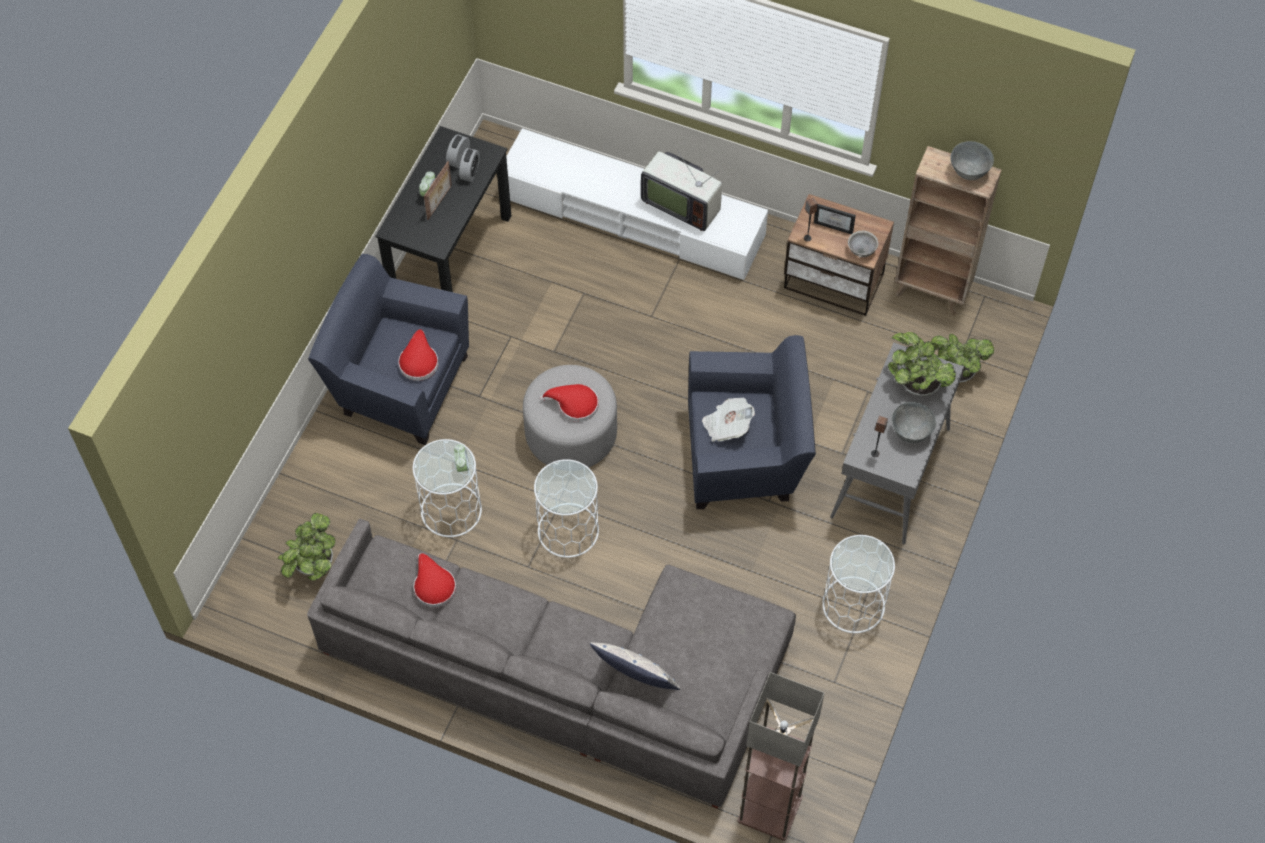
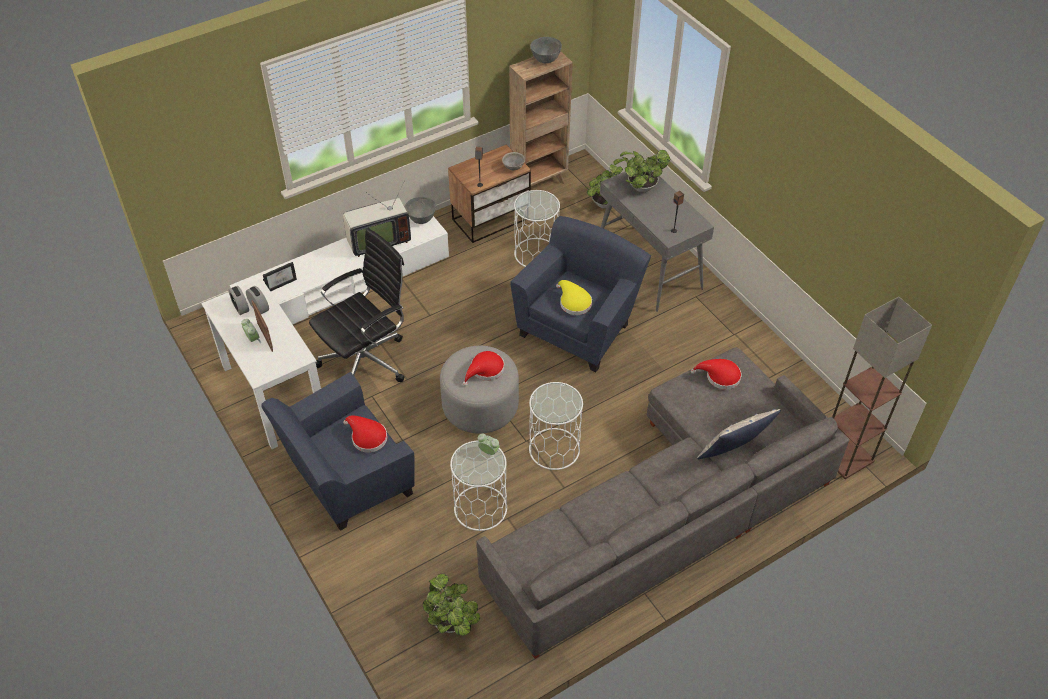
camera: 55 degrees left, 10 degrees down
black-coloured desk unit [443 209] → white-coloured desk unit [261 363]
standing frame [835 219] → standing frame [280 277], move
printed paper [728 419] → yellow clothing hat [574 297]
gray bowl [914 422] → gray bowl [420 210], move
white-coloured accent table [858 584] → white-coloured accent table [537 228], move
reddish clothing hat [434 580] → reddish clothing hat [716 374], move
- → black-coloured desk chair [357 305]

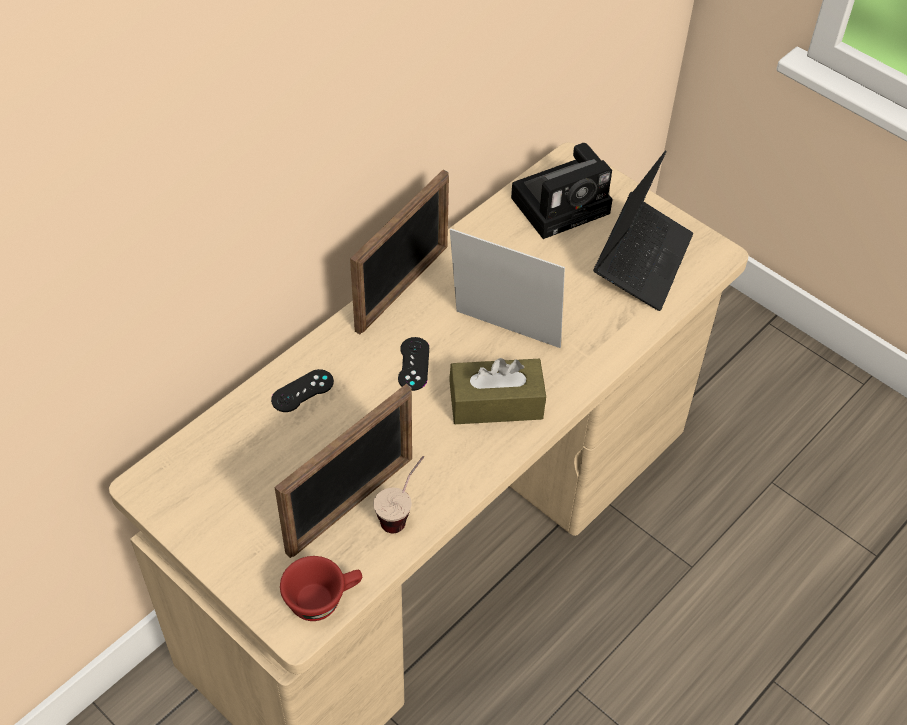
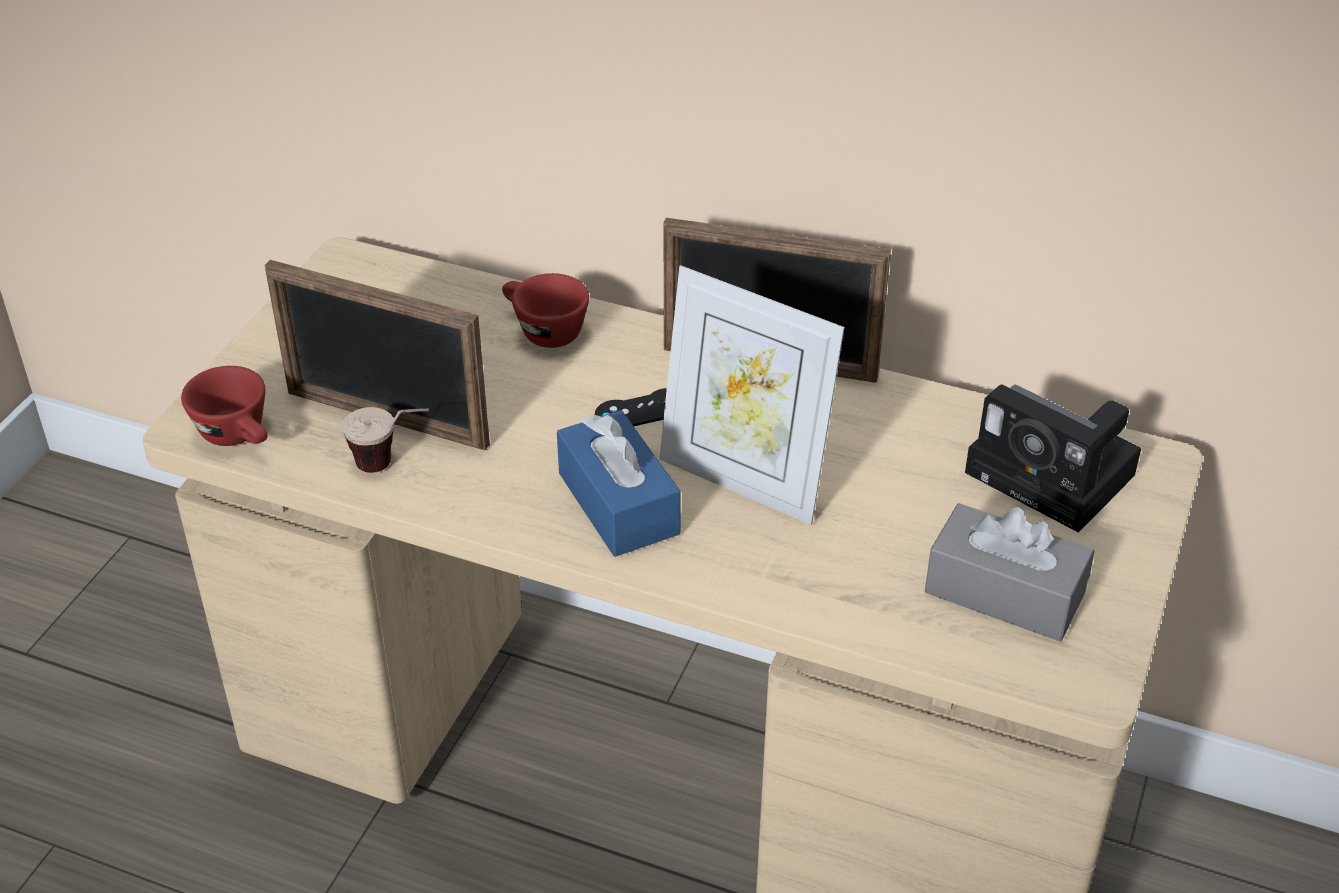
camera: 70 degrees right, 10 degrees down
laptop [643 230] → gray tissue holder [1010 572]
standing frame [507 288] → standing frame [752 395], 120 degrees clockwise
brownish tissue holder [497 391] → bluish tissue holder [619 483]
black-coloured joypad [302 390] → reddish cup [545 310]

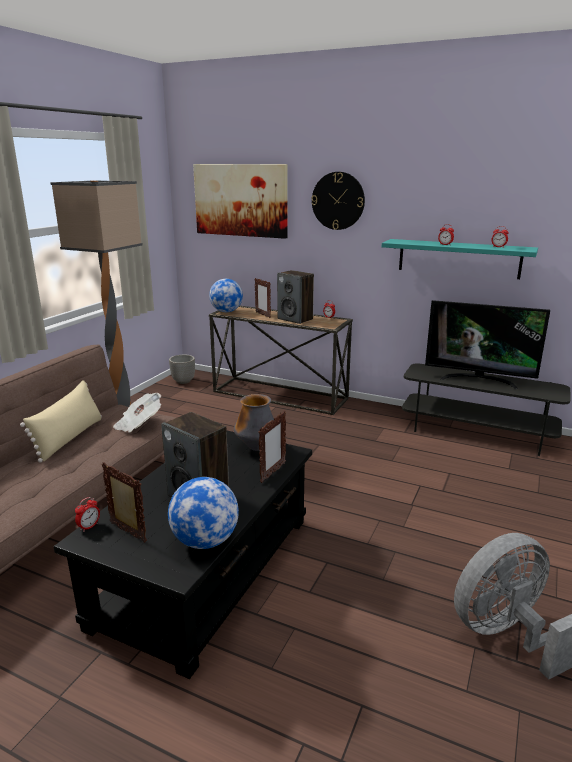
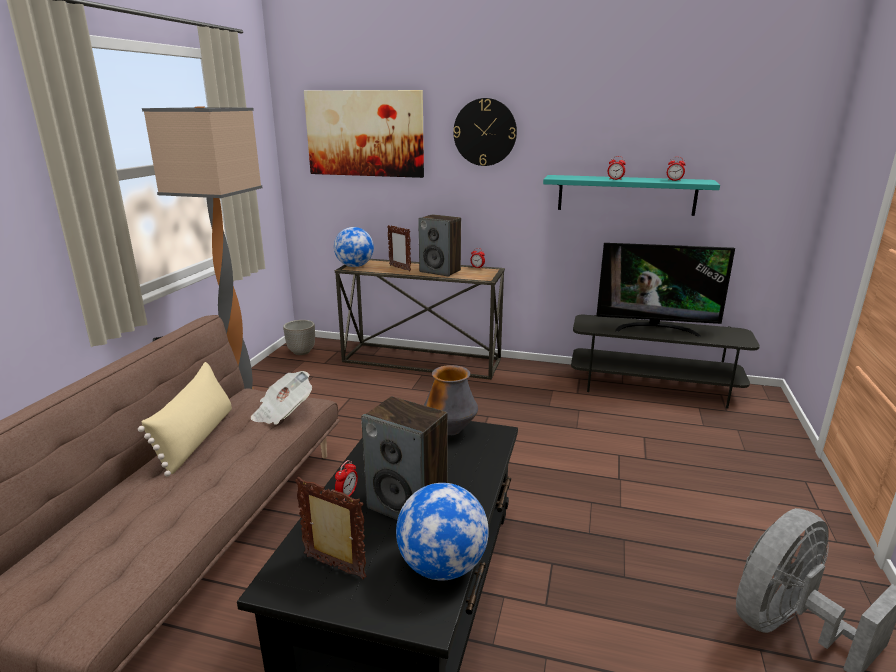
camera: 10 degrees left, 0 degrees up
standing frame [272 447] → -
table clock [87 514] → table clock [346 480], move

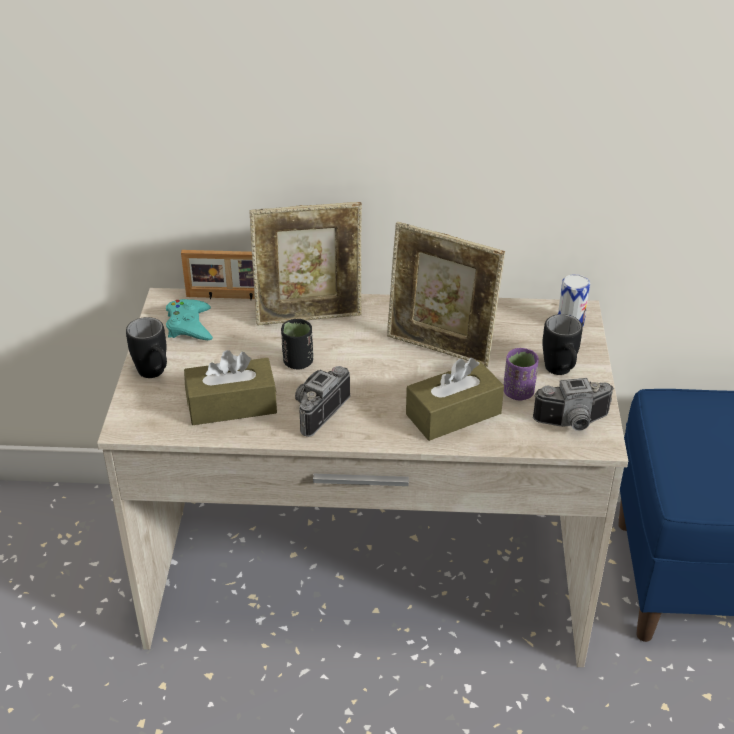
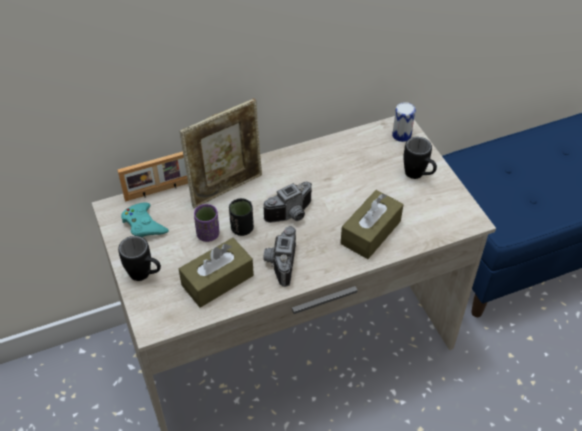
camera: 25 degrees left, 10 degrees up
standing frame [446 294] → -
purplish cup [521 374] → purplish cup [206 223], move
still camera [573 404] → still camera [287 202], move

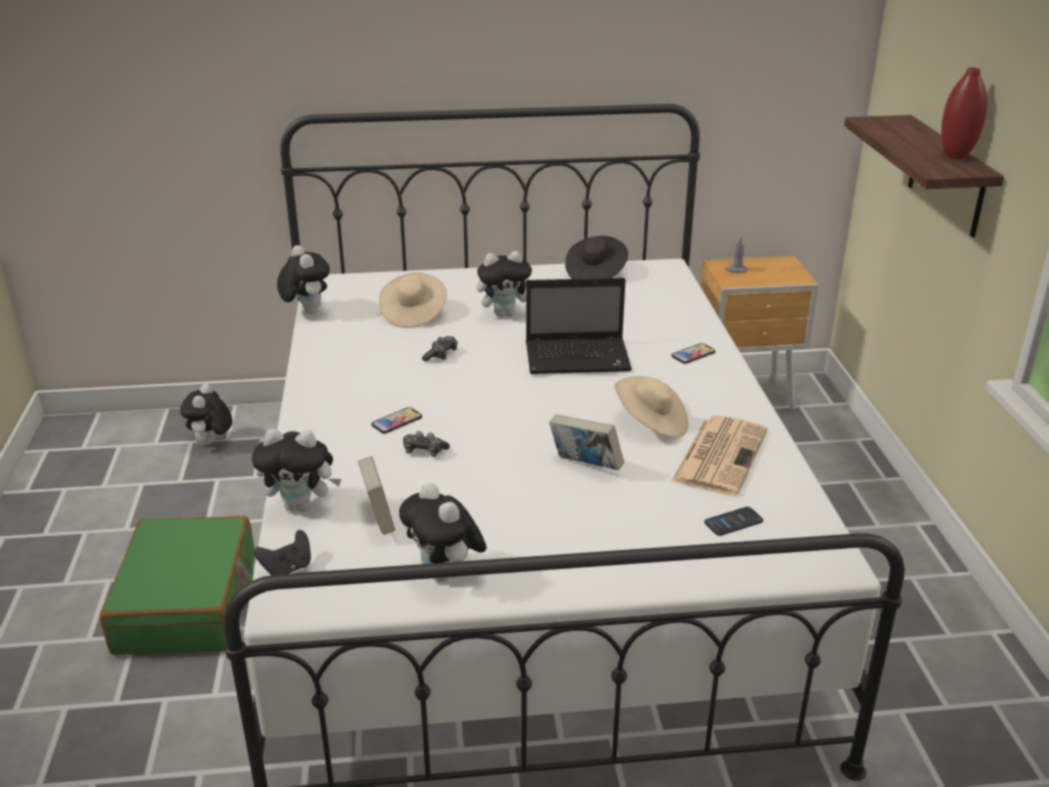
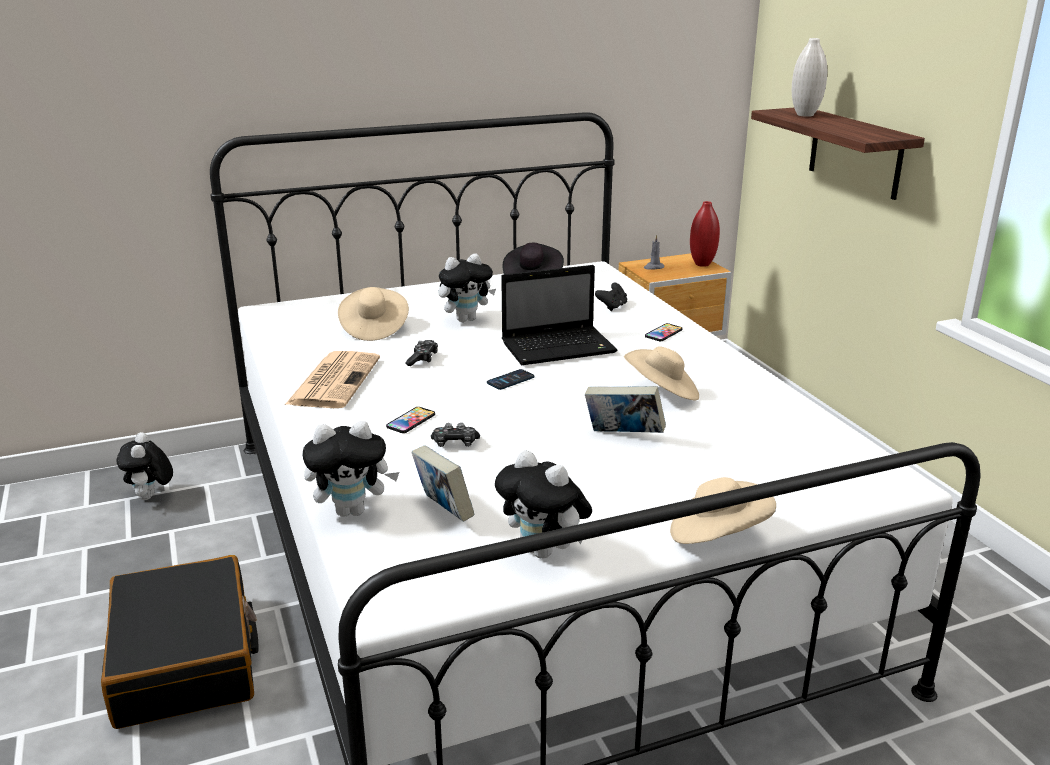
camera: 15 degrees left, 5 degrees down
reddish decorative vase [964 113] → reddish decorative vase [705 234], move
soft toy [303 279] → -
printed paper [719 455] → printed paper [332 379], move
phone [733 521] → phone [510 379], move
green-coloured suitcase [177 585] → black-coloured suitcase [180 642]
black-coloured joypad [282 552] → black-coloured joypad [611 297], move
- → white-coloured decorative vase [809 77]
- → sand-coloured clothing hat [723 510]

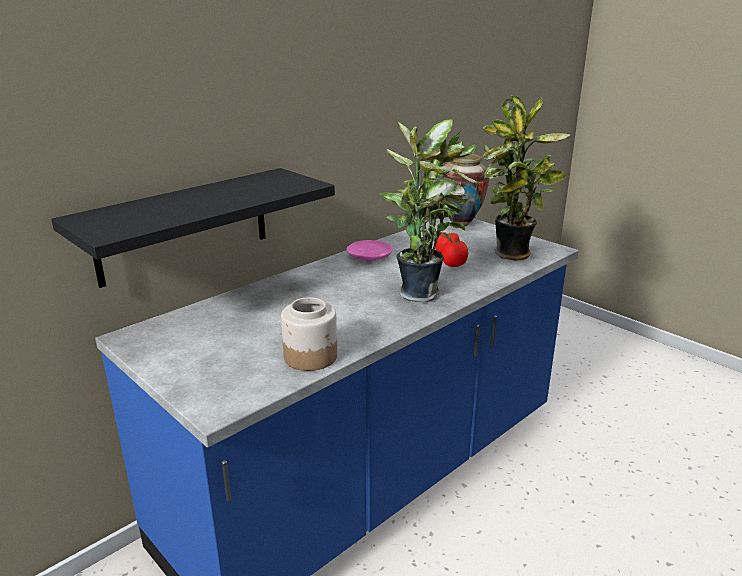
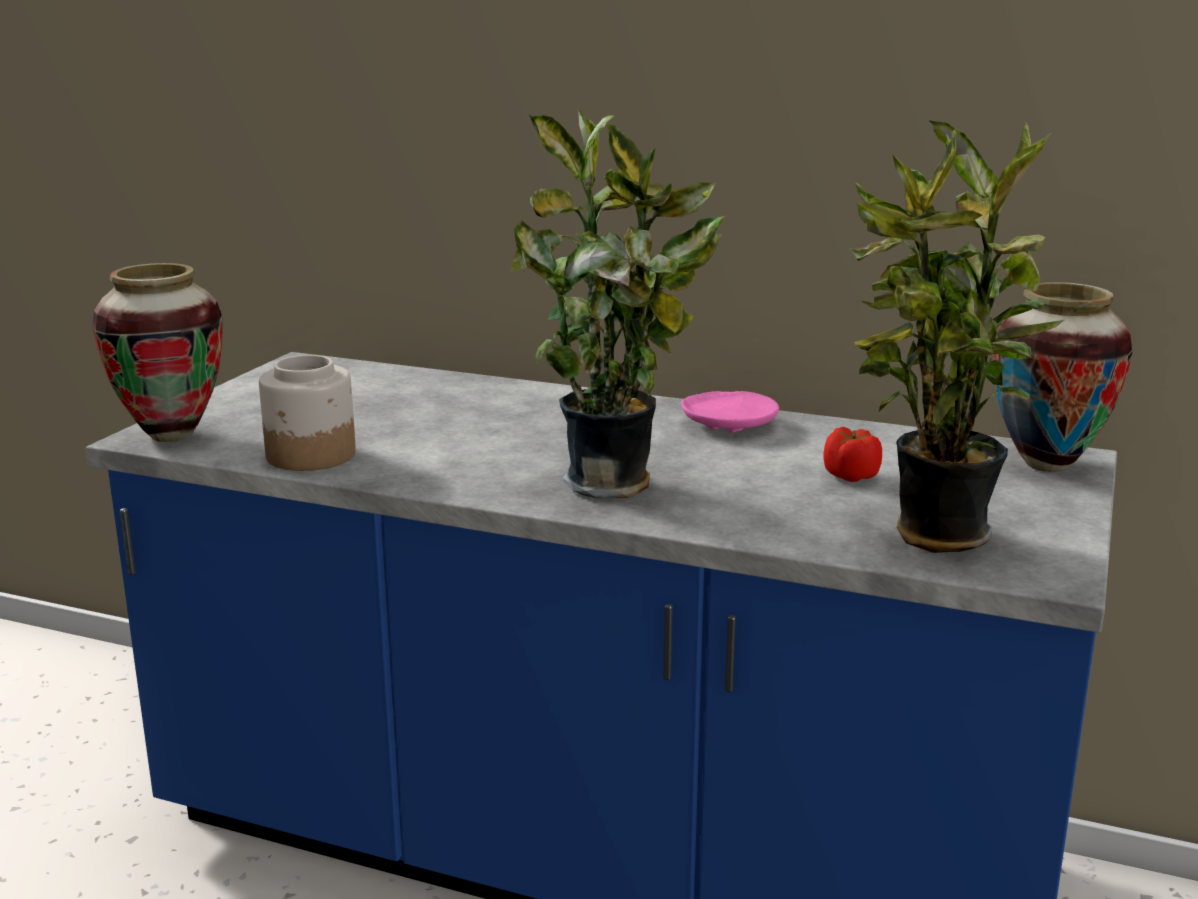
camera: 65 degrees right, 5 degrees down
black-coloured shelf [193 228] → -
whole tomato [455 253] → -
- → decorative vase [157 352]

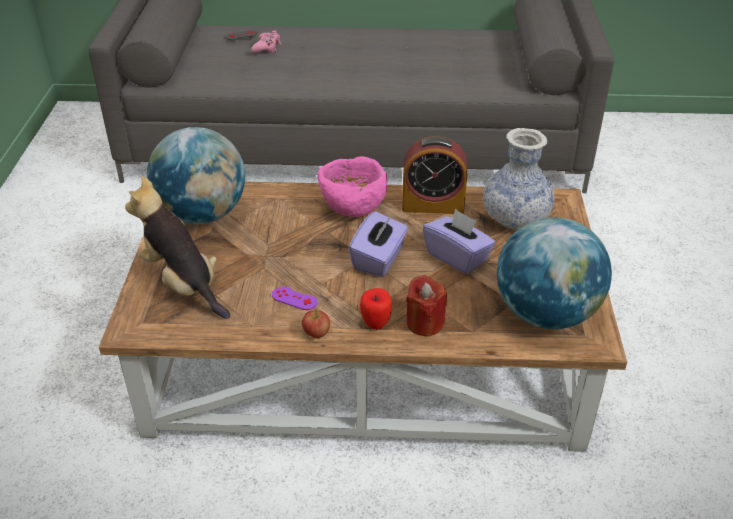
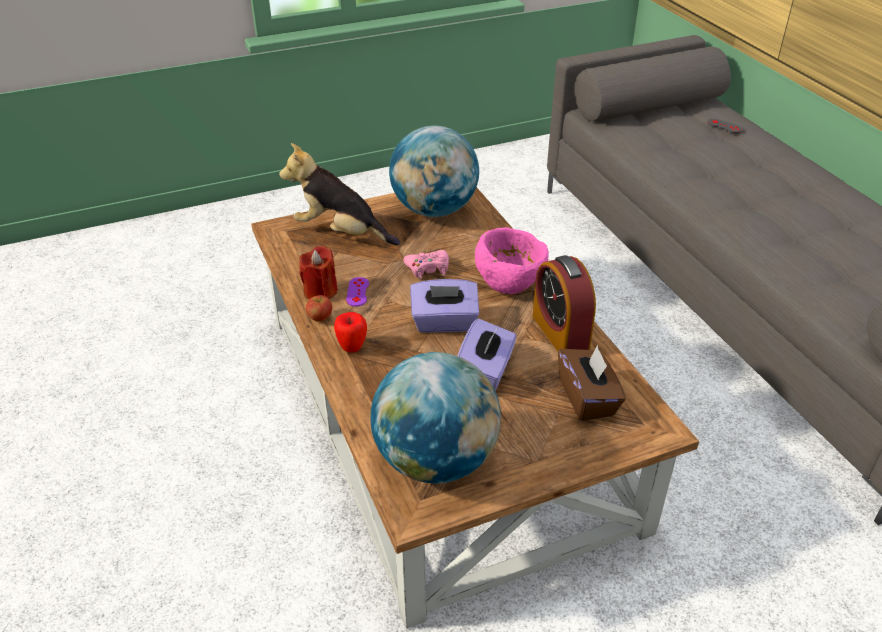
camera: 65 degrees right, 0 degrees up
pink joypad [266 42] → pink joypad [426 264], move
decorative vase [518 178] → brownish tissue holder [592 383]
soft toy [177 247] → soft toy [339 194], 90 degrees counterclockwise
reddish candle [426 305] → reddish candle [318 272], move

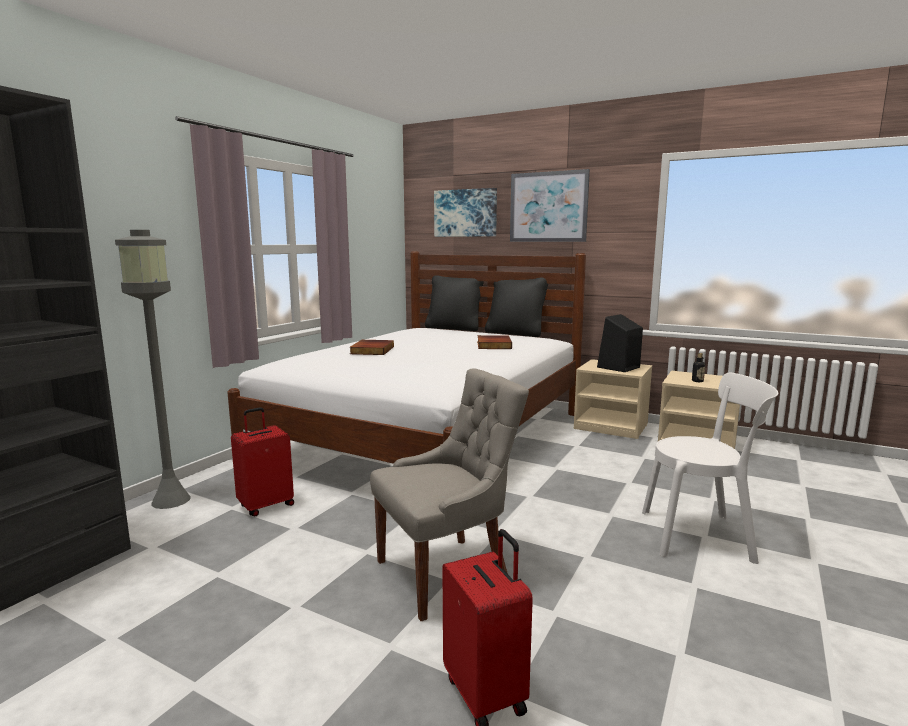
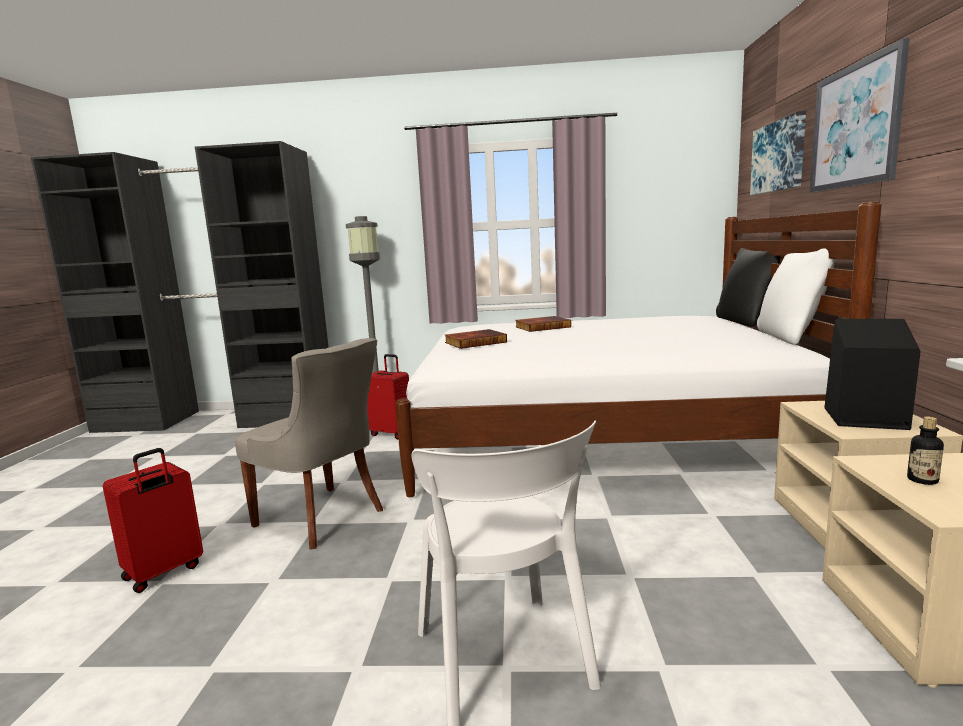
camera: 65 degrees right, 0 degrees up
black-coloured pillow [516 307] → white-coloured pillow [796 296]
book [494 342] → book [476 339], move

